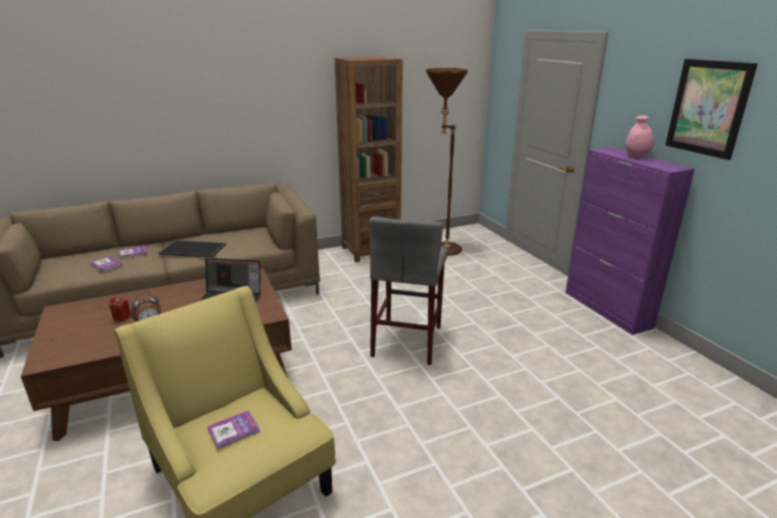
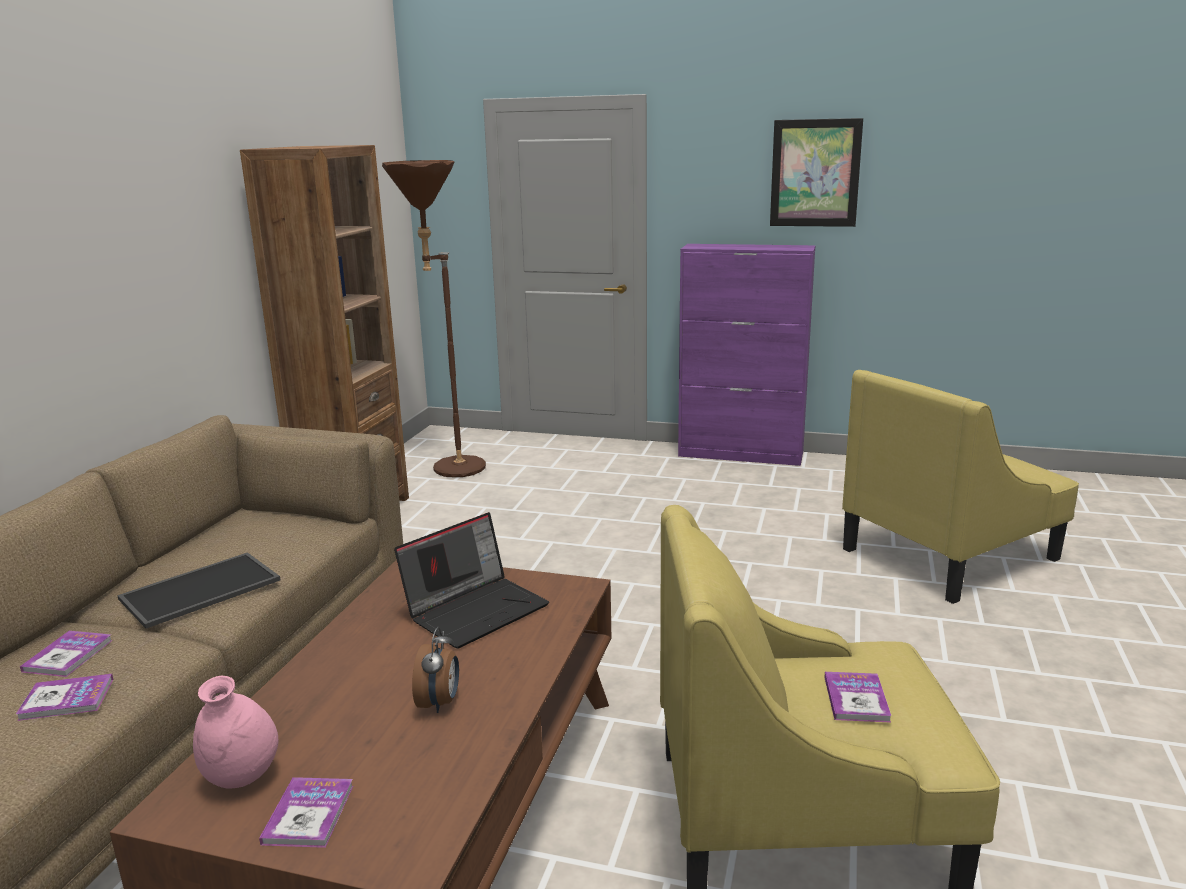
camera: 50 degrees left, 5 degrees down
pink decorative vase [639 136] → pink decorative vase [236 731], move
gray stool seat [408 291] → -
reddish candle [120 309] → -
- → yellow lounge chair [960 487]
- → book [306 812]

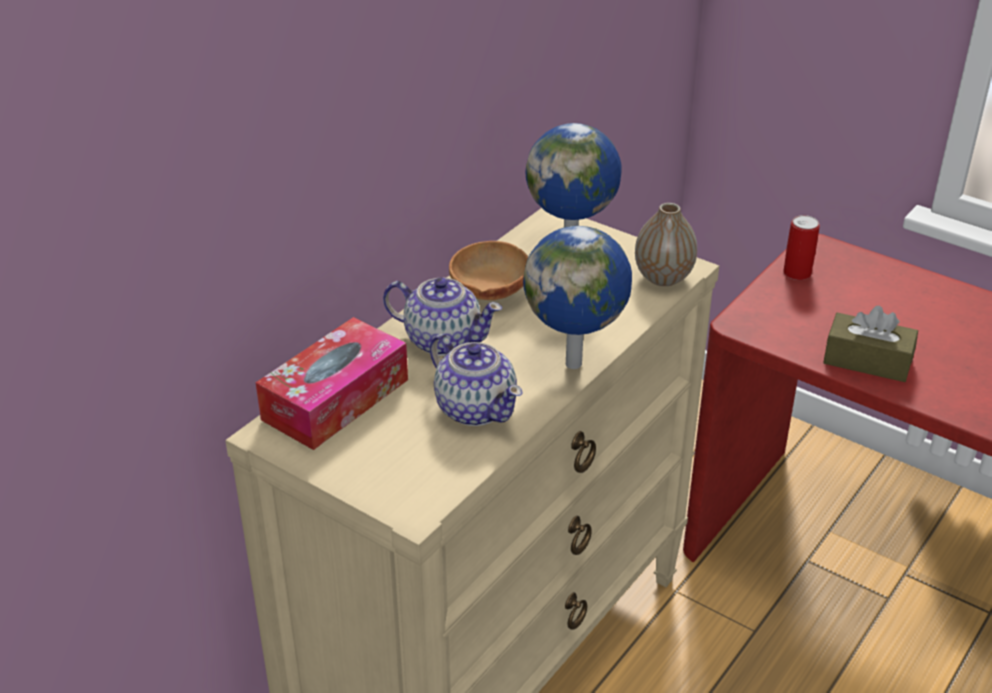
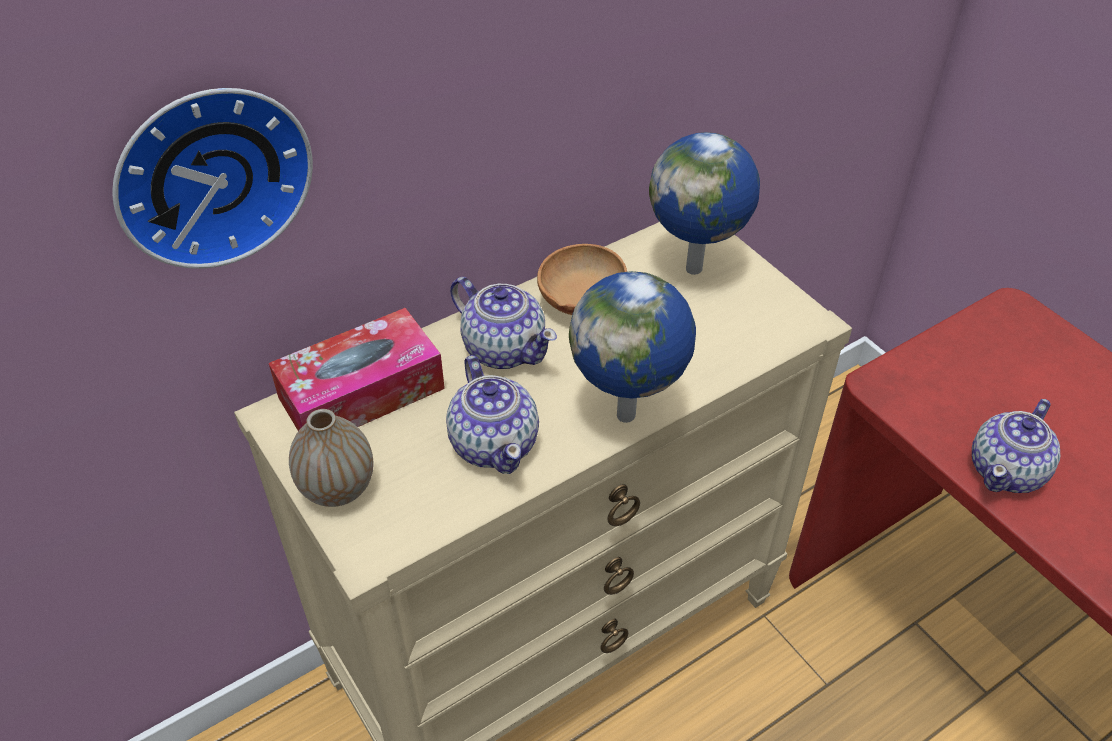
camera: 20 degrees right, 10 degrees up
decorative vase [666 244] → decorative vase [331 458], move
metal can [801 247] → -
brownish tissue holder [870 344] → tea pot [1016 446]
- → wall clock [212 178]

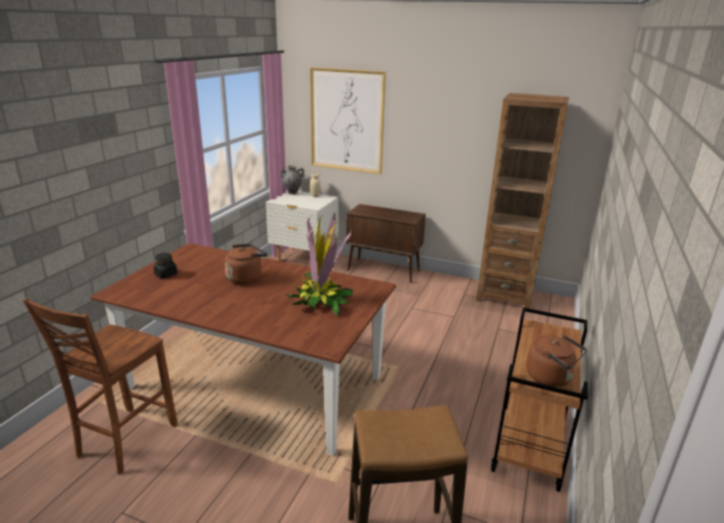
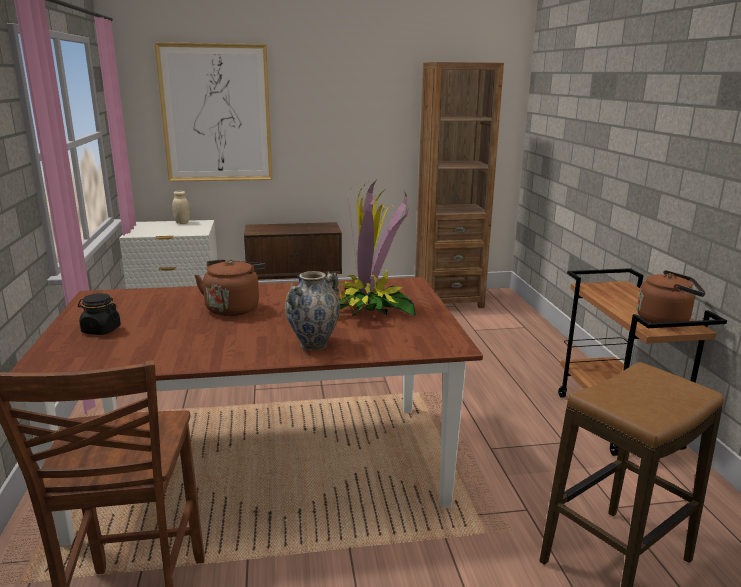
camera: 30 degrees left, 5 degrees down
decorative vase [293 180] → decorative vase [312 310], move

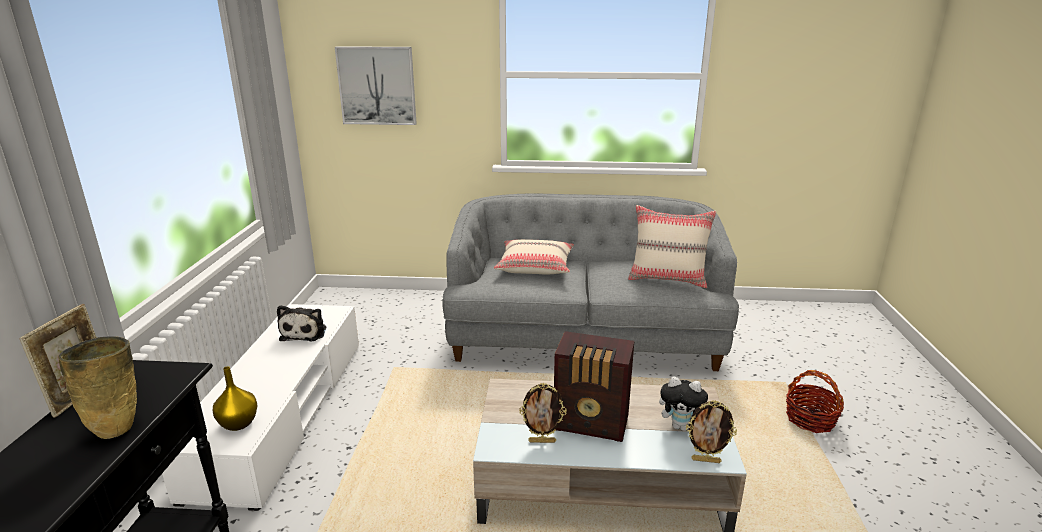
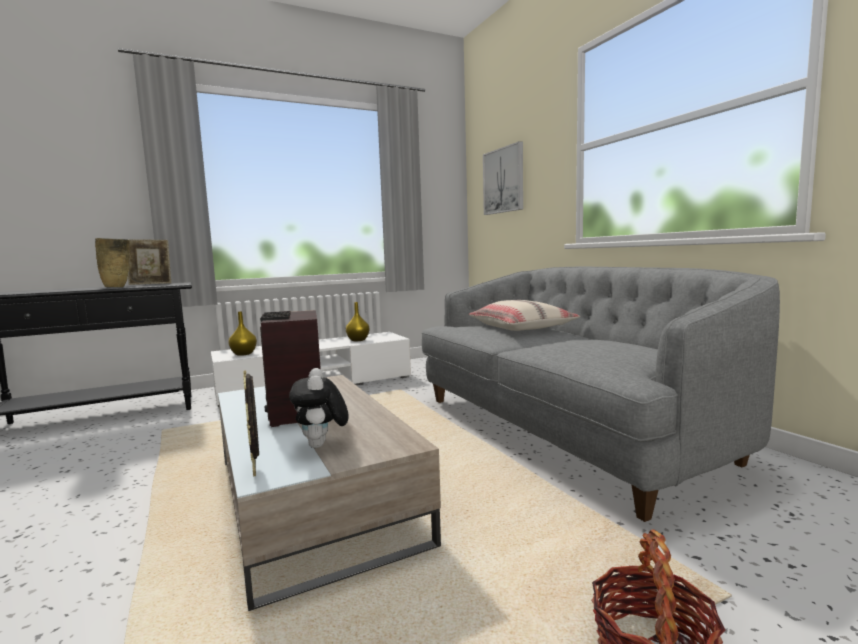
camera: 60 degrees right, 15 degrees down
sand-coloured pillow [672 246] → -
soft toy [301 323] → yellow decorative vase [358 321]
standing frame [543 413] → -

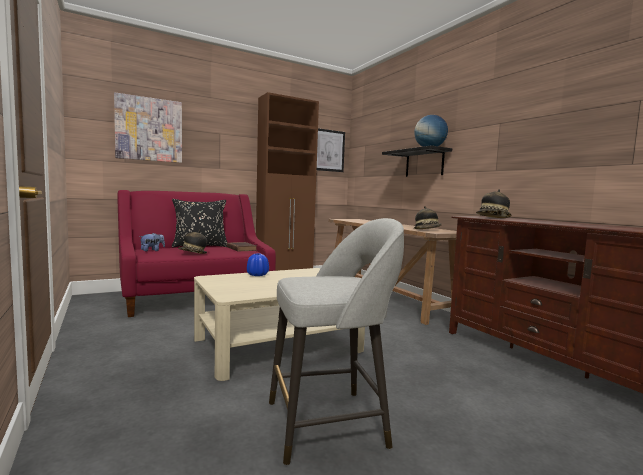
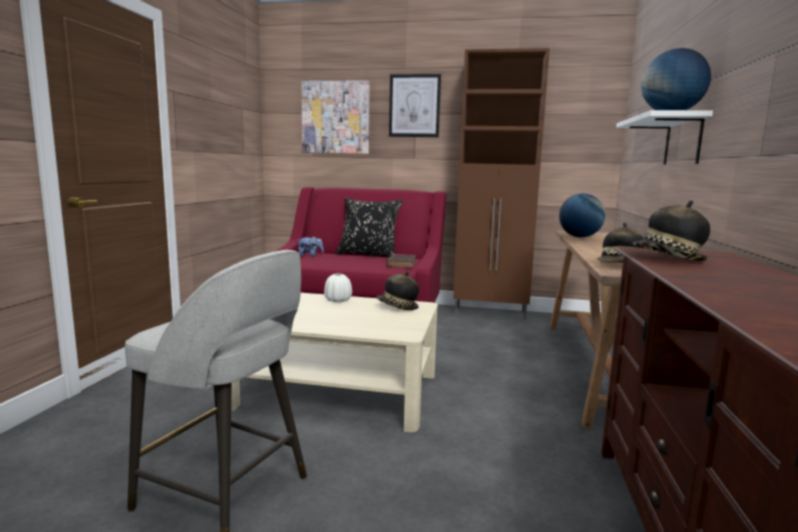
camera: 40 degrees right, 5 degrees up
picture [331 150] → picture [415 105], move
black-coloured shelf [417 161] → white-coloured shelf [664 137]
clothing hat [192 242] → clothing hat [397 290], move
bluish decorative vase [258 264] → white-coloured decorative vase [338 288]
- → world globe [582 215]

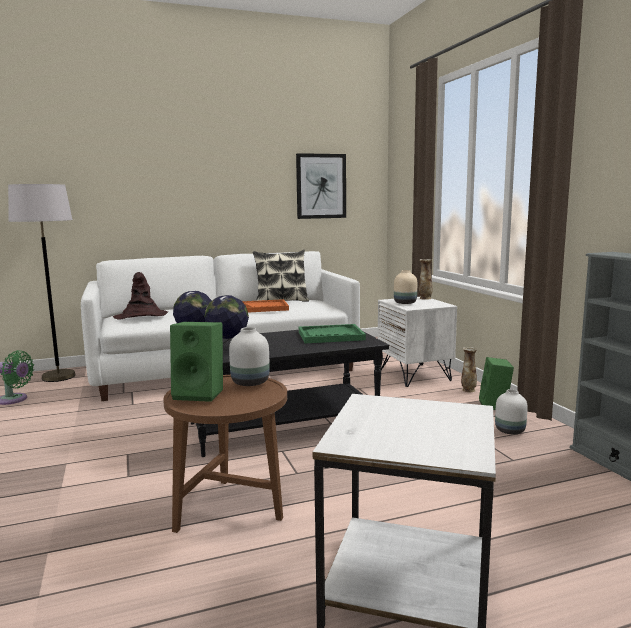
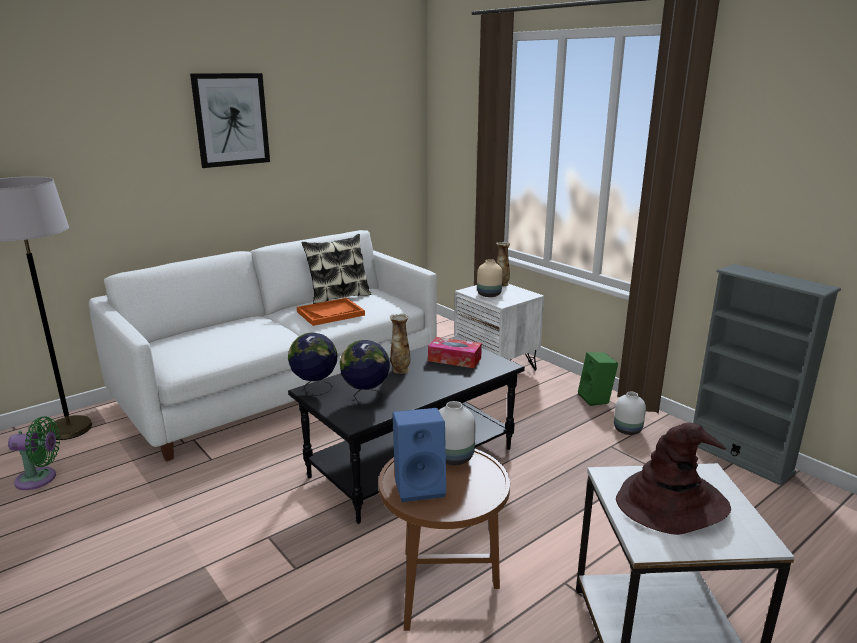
camera: 20 degrees left, 10 degrees up
picture [321 186] → picture [230 120], move
brownish clothing hat [140 296] → brownish clothing hat [673 479], move
green-coloured speaker [196 362] → bluish speaker [419 455]
green-coloured serving tray [332 333] → tissue holder [455 352]
decorative vase [469 369] → decorative vase [400 344], move

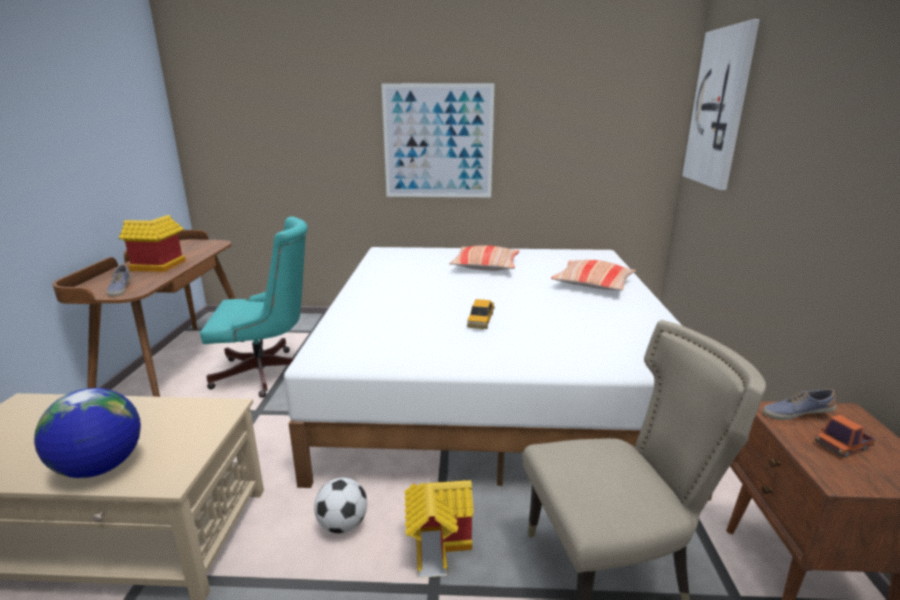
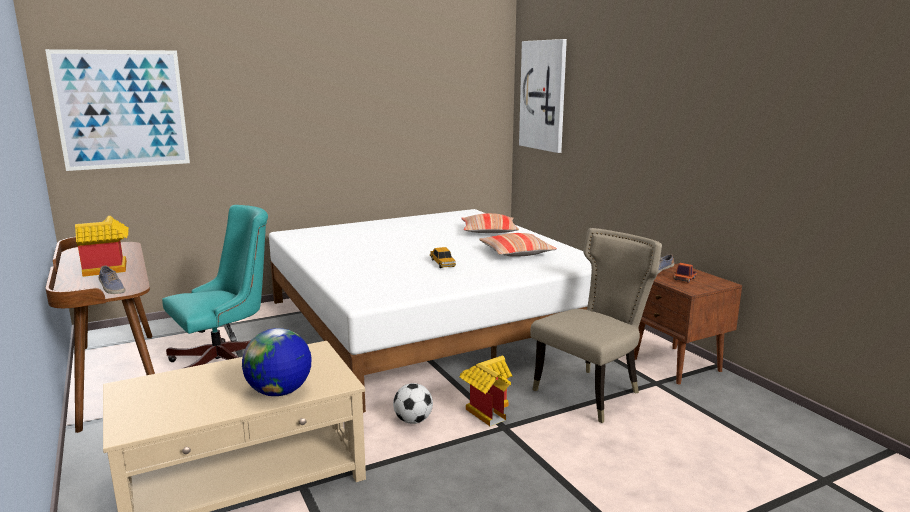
camera: 30 degrees left, 5 degrees down
picture [438 140] → picture [117 110], move
pillow [484 258] → pillow [518 245], move

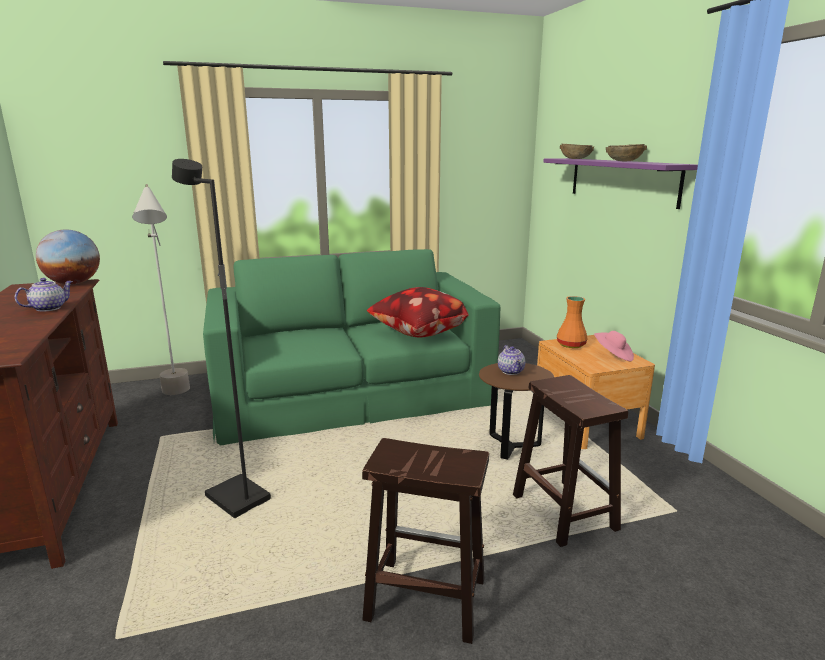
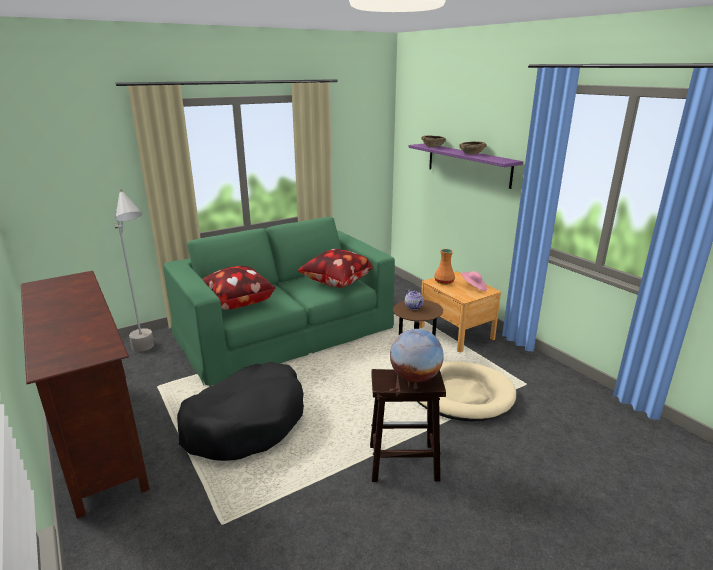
camera: 15 degrees left, 5 degrees up
black-coloured standing lamp [221 338] → black-coloured dog bed [240 411]
world globe [68 257] → world globe [417 356], move
tea pot [44 295] → -
brownish stool seat [570 461] → sand-coloured dog bed [467 391]
- → pillow [238 288]

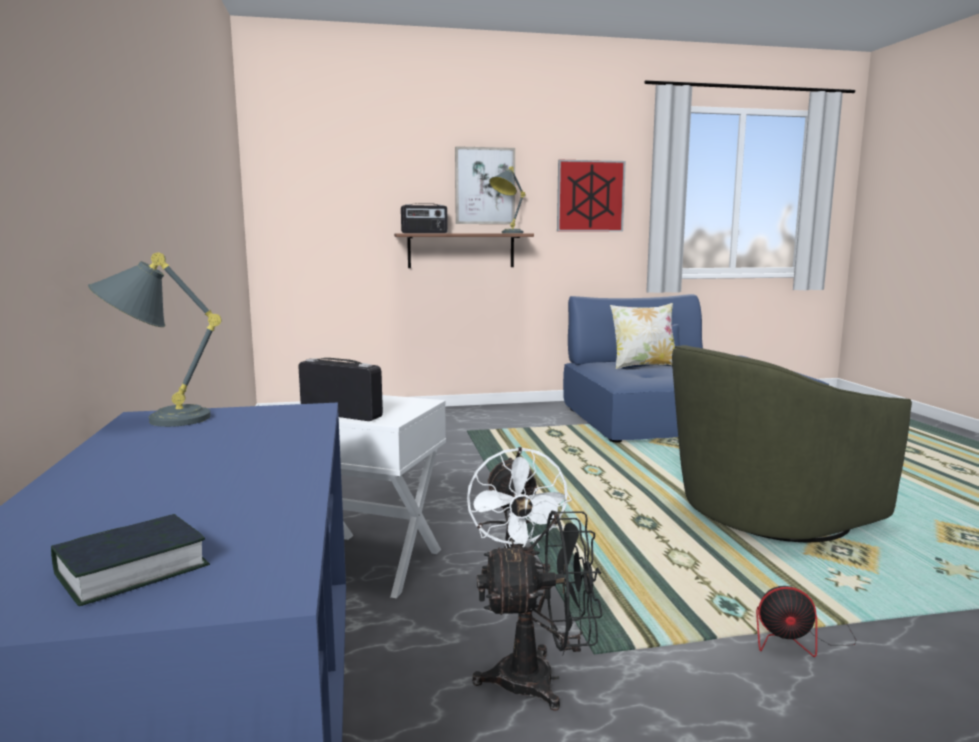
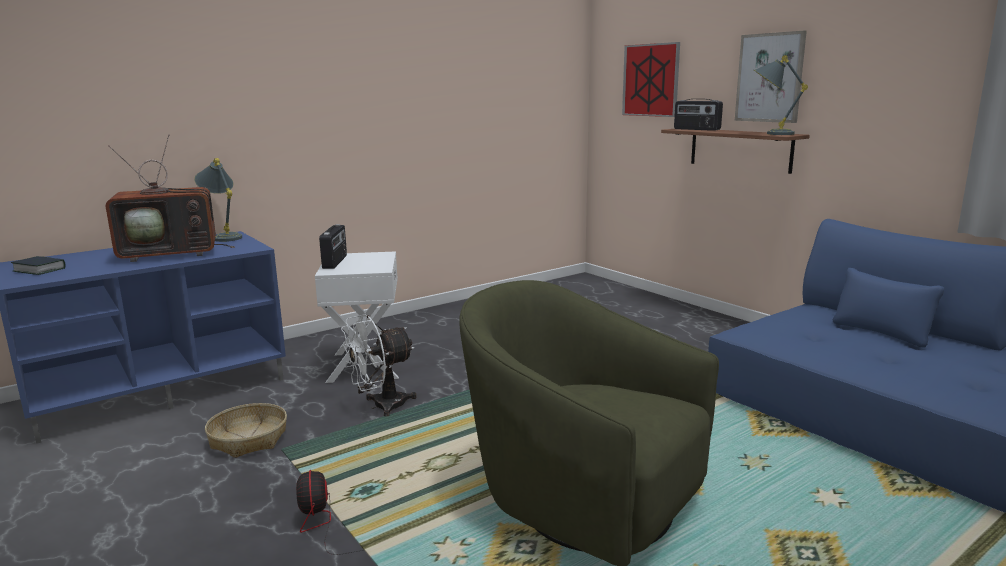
camera: 65 degrees right, 5 degrees up
picture [591 195] → picture [651 79], move
pillow [642 336] → -
black-coloured electric fan [537 611] → basket [246 430]
- → television [170 198]

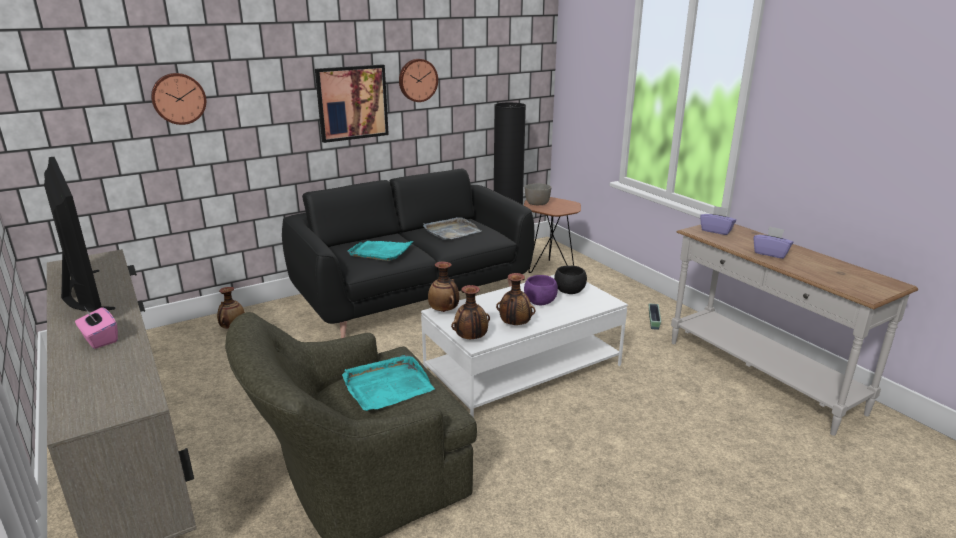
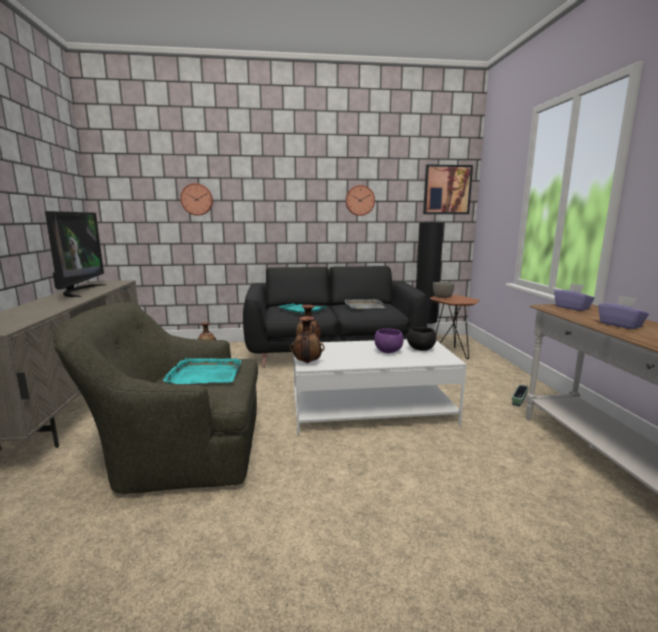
camera: 25 degrees right, 10 degrees down
picture [352 103] → picture [448 189], move
decorative vase [515 299] → -
pink tissue holder [96 328] → -

